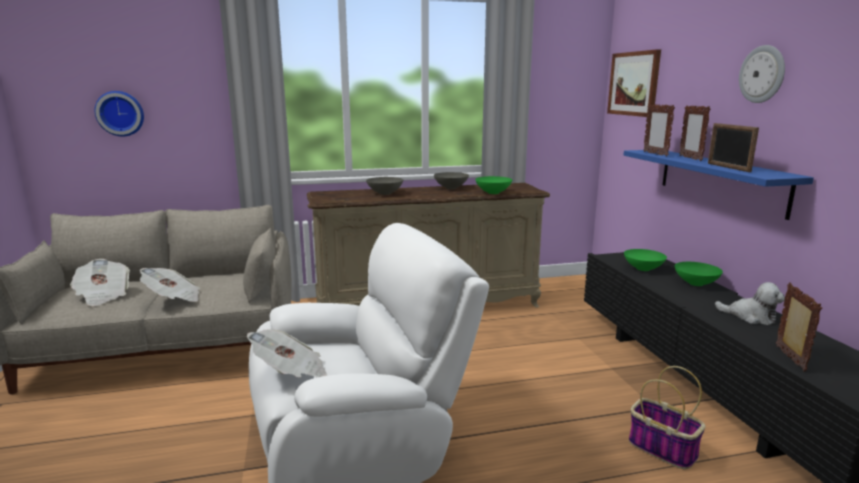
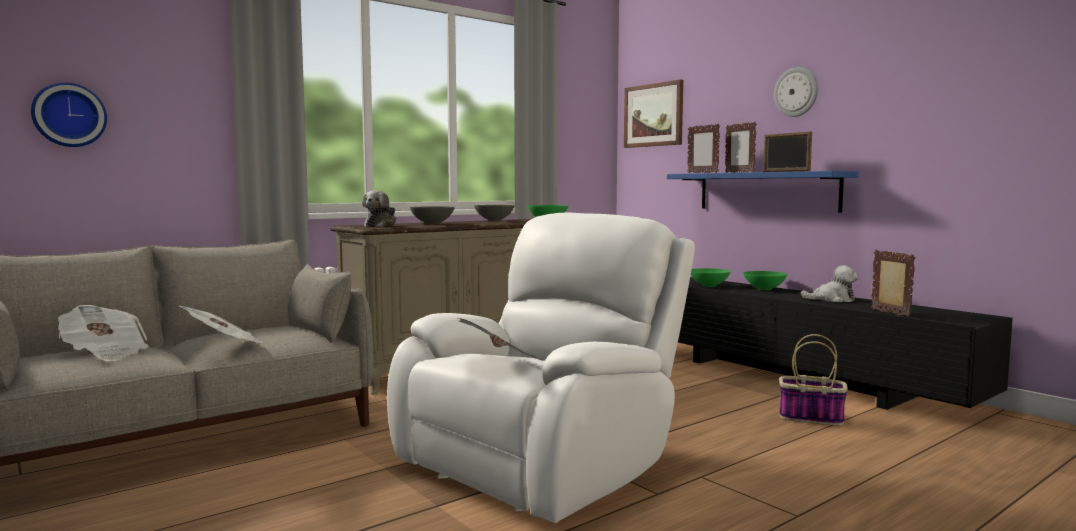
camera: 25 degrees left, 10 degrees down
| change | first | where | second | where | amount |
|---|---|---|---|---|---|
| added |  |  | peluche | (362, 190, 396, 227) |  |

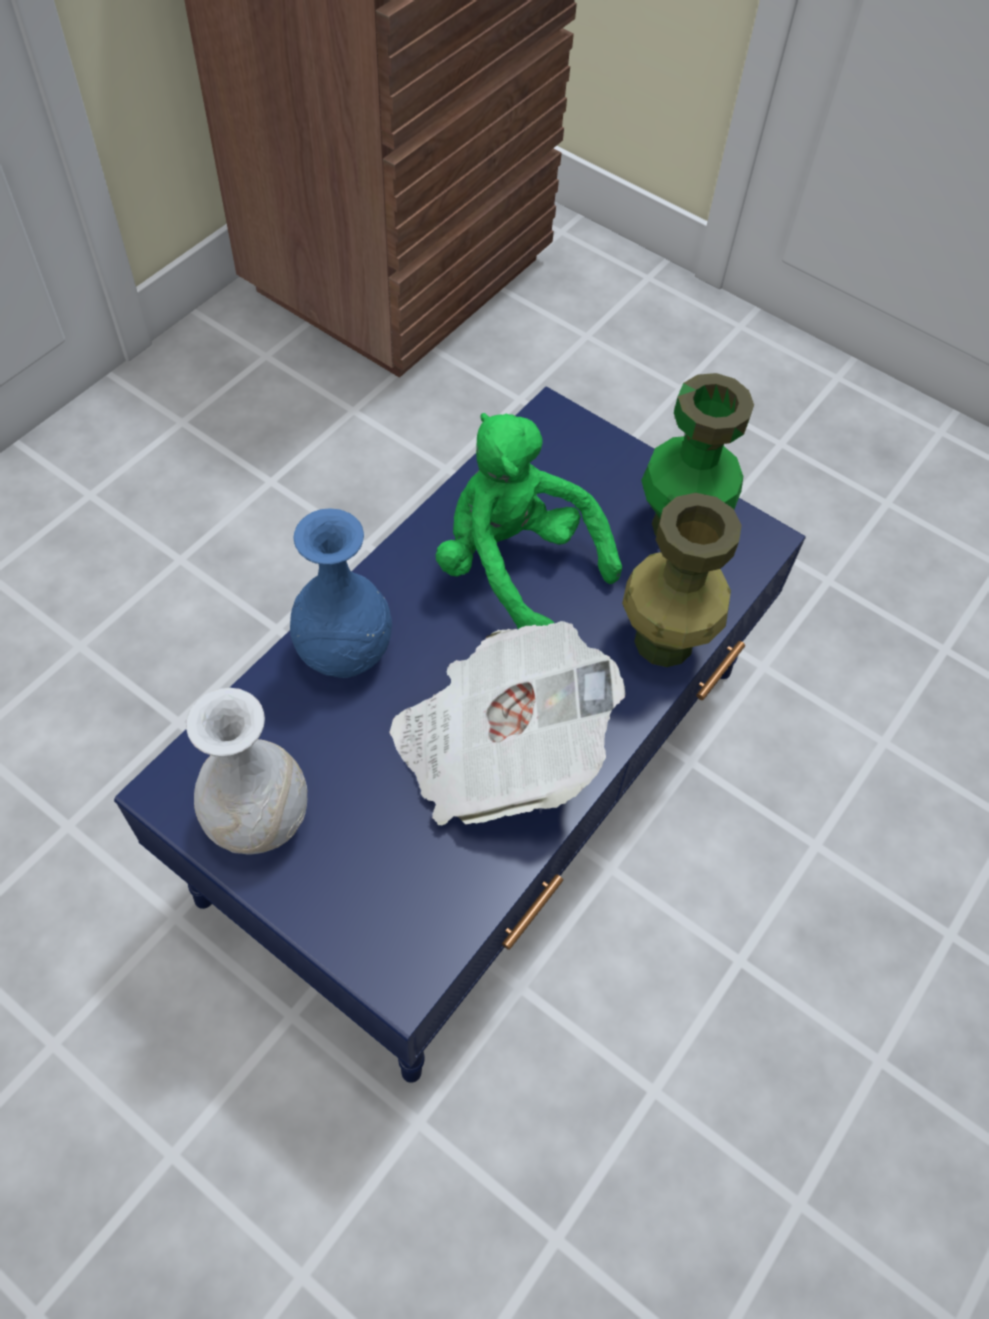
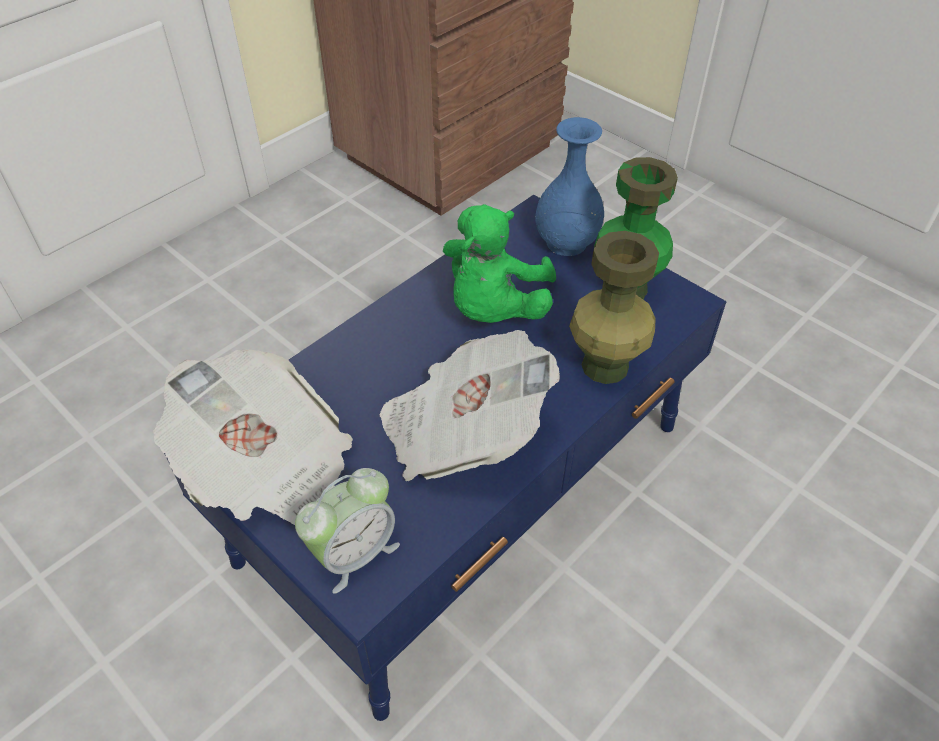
camera: 10 degrees right, 10 degrees down
| change | first | where | second | where | amount |
|---|---|---|---|---|---|
| replaced | florero (blanco) | (186, 688, 308, 854) | periódico | (153, 350, 353, 525) |  |
| moved | florero (azul) | (290, 508, 392, 678) |  | (535, 117, 604, 256) |  |
| turned | peluche (verde) | (436, 413, 622, 629) |  | (443, 204, 556, 323) | 120 degrees counterclockwise |
| added |  |  | despertador | (295, 468, 400, 594) |  |

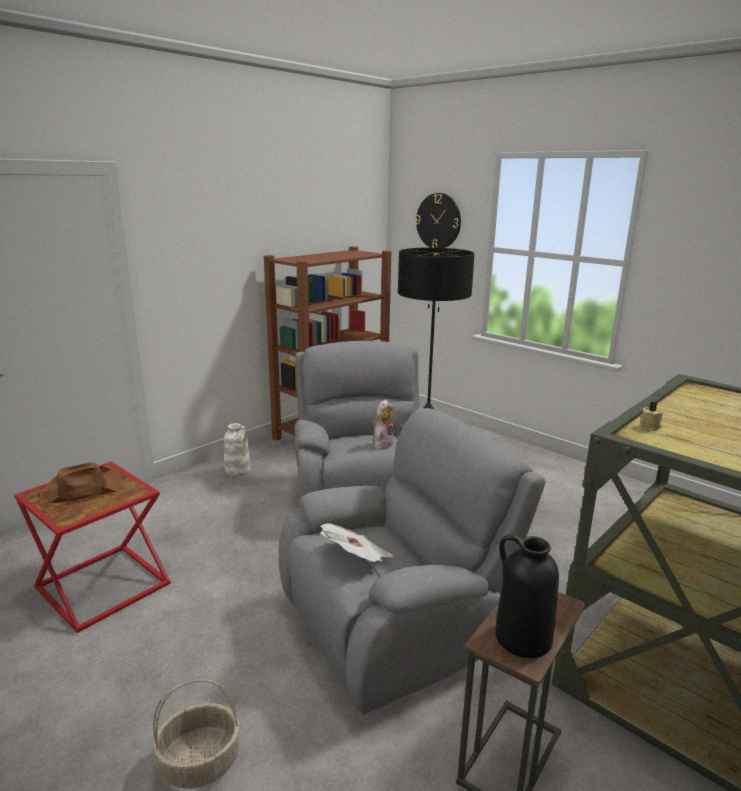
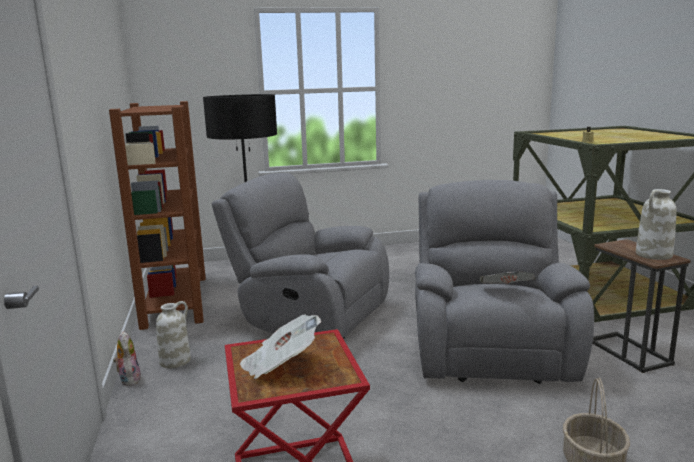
camera: 55 degrees left, 5 degrees down
| change | first | where | second | where | amount |
|---|---|---|---|---|---|
| replaced | sombrero (marrón) | (39, 462, 123, 503) | periódico | (240, 314, 321, 379) |  |
| moved | peluche | (373, 399, 394, 450) |  | (113, 331, 141, 386) |  |
| removed | reloj de pared | (415, 193, 461, 248) |  |  |  |
| recoloured | florero (negro) | (495, 534, 559, 658) | florero (blanco) | (636, 189, 677, 260) |  |

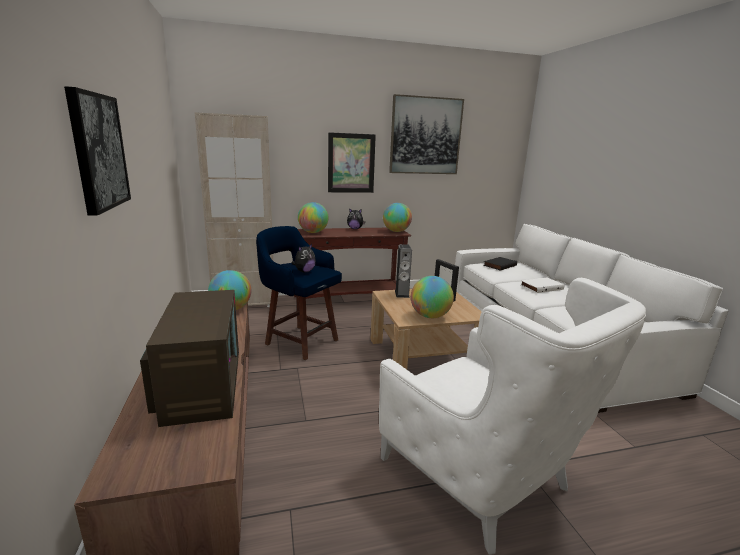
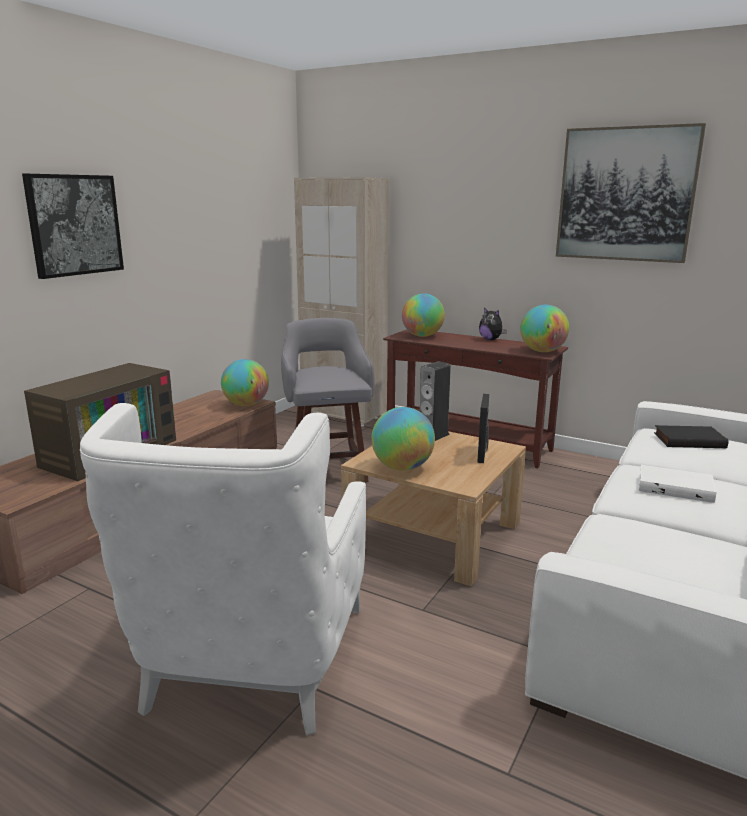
camera: 45 degrees right, 0 degrees up
| change | first | where | second | where | amount |
|---|---|---|---|---|---|
| recoloured | taburete (azul) | (256, 226, 342, 360) | taburete (gris) | (281, 318, 375, 482) |  |
| removed | peluche | (292, 244, 316, 273) |  |  |  |
| removed | cuadro | (328, 132, 376, 193) |  |  |  |

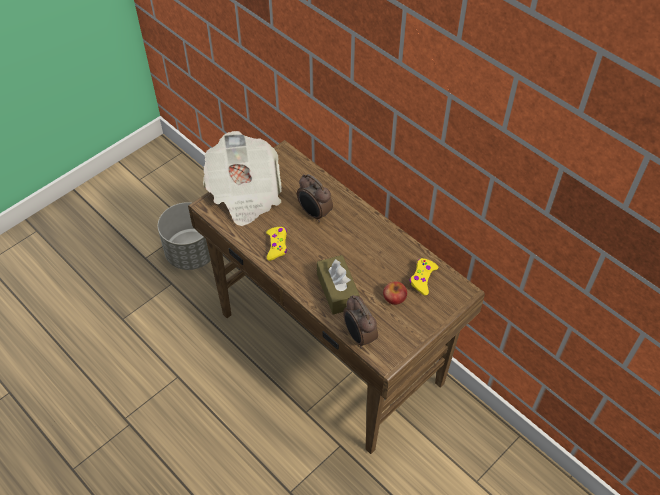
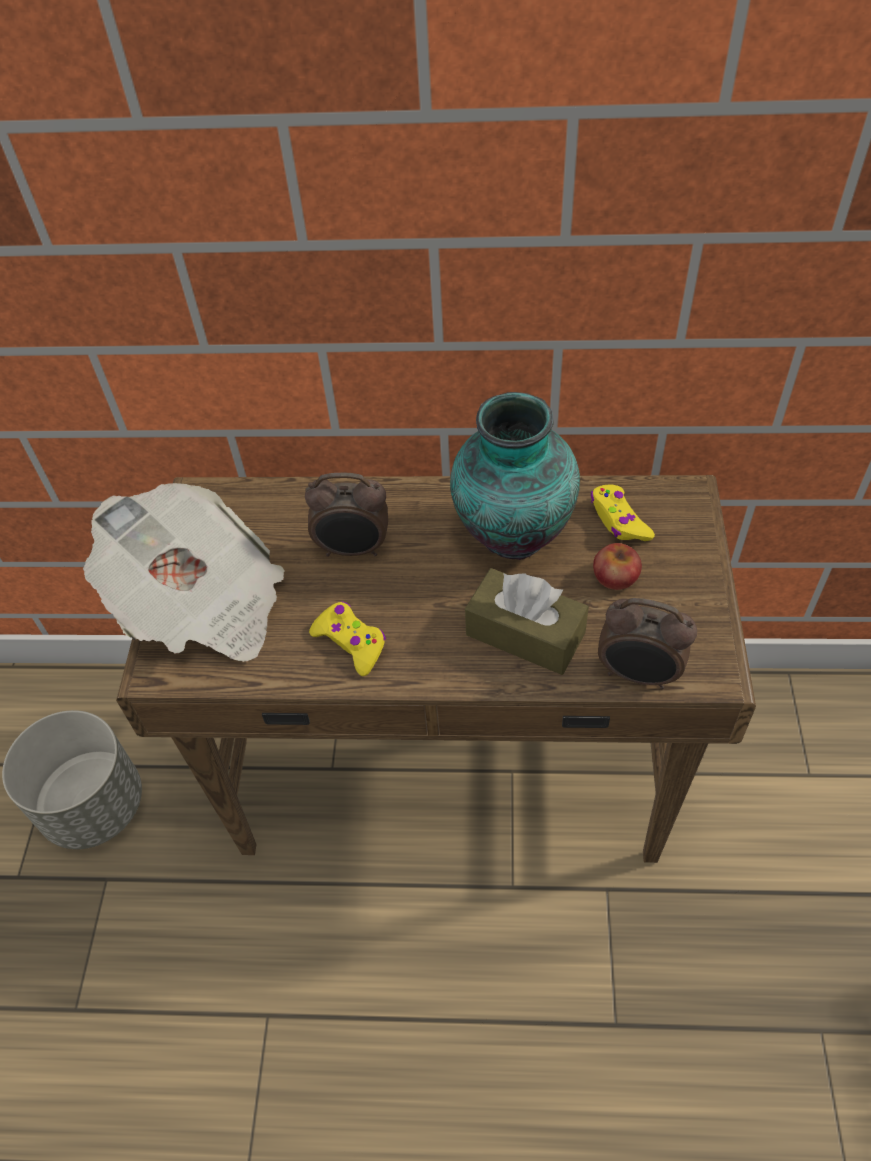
camera: 40 degrees left, 0 degrees up
| change | first | where | second | where | amount |
|---|---|---|---|---|---|
| added |  |  | florero | (450, 392, 580, 560) |  |

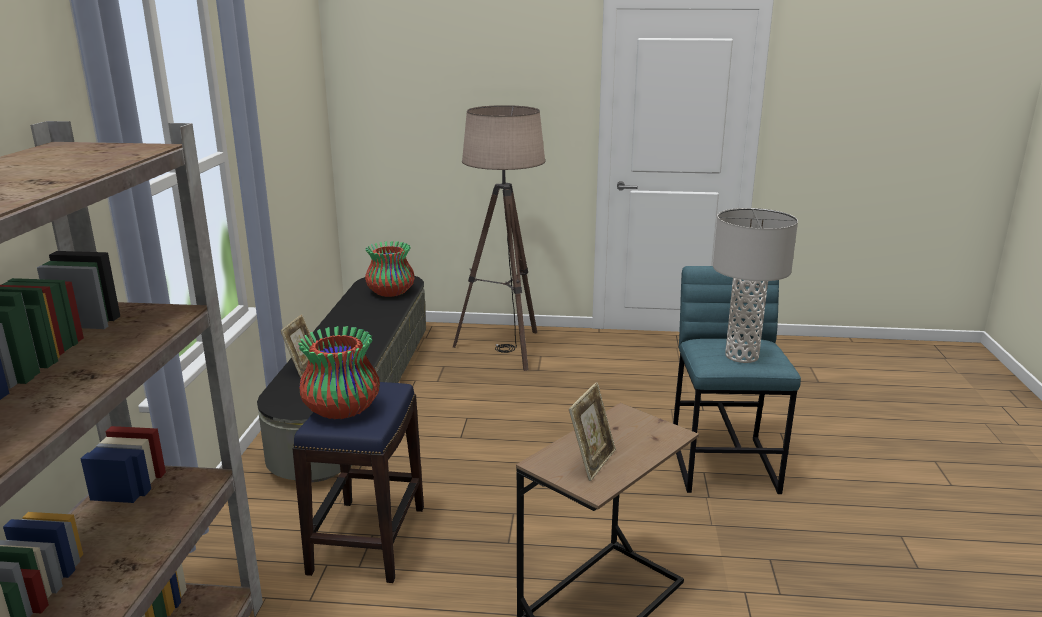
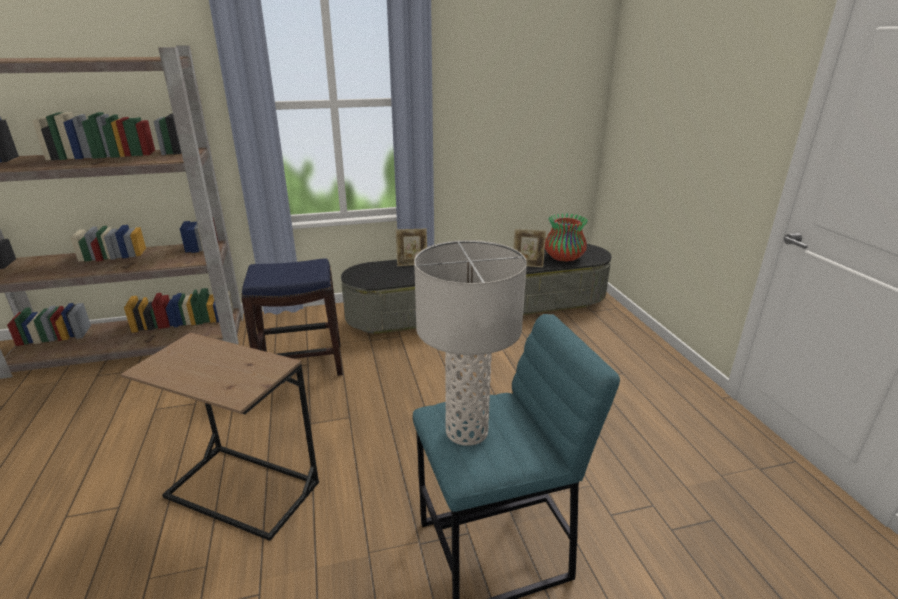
camera: 70 degrees right, 5 degrees up
| change | first | where | second | where | amount |
|---|---|---|---|---|---|
| removed | florero | (298, 326, 380, 419) |  |  |  |
| removed | lámpara de pie | (453, 105, 545, 371) |  |  |  |
| moved | portarretratos | (569, 382, 616, 481) |  | (513, 229, 546, 267) |  |

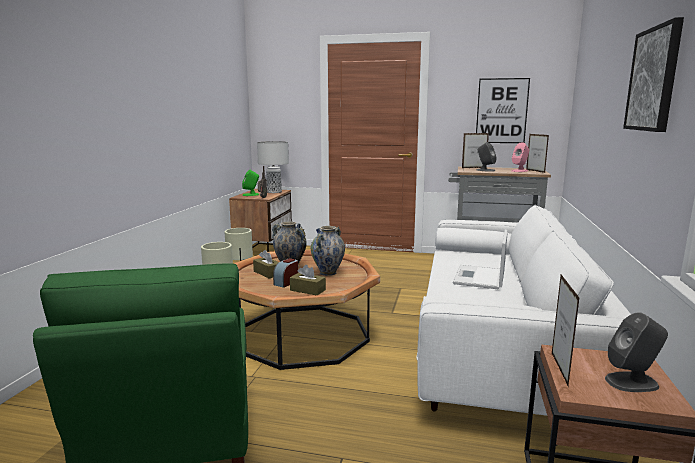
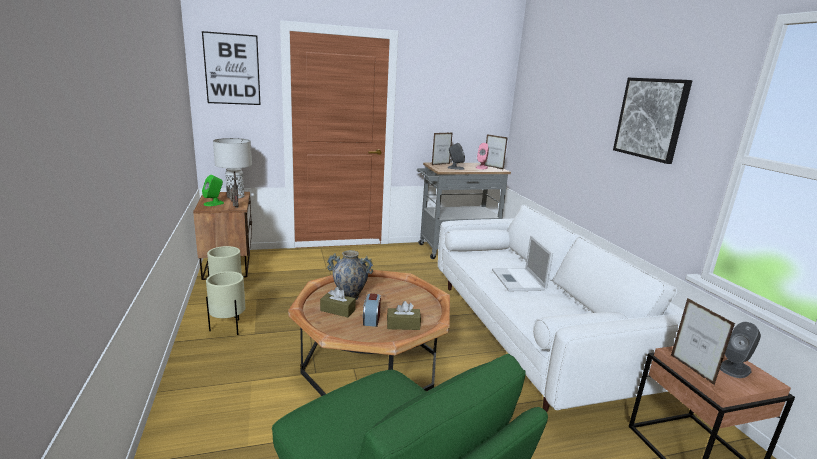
camera: 30 degrees left, 5 degrees up
| change | first | where | second | where | amount |
|---|---|---|---|---|---|
| removed | florero | (311, 226, 345, 276) |  |  |  |
| moved | cuadro | (476, 78, 530, 143) |  | (202, 31, 261, 105) |  |

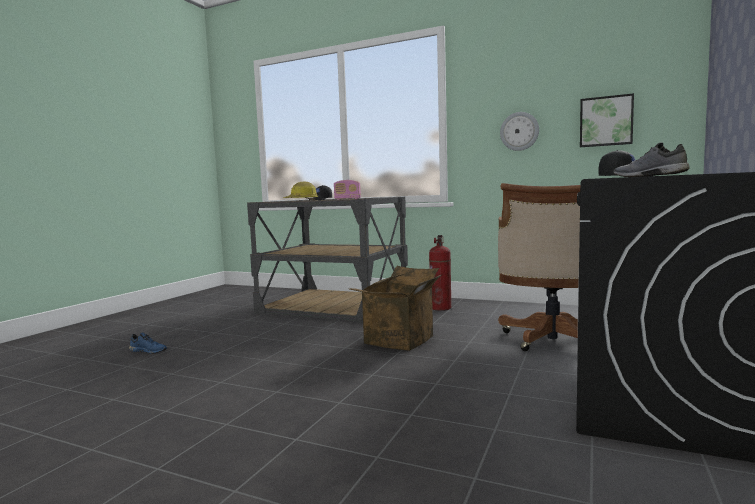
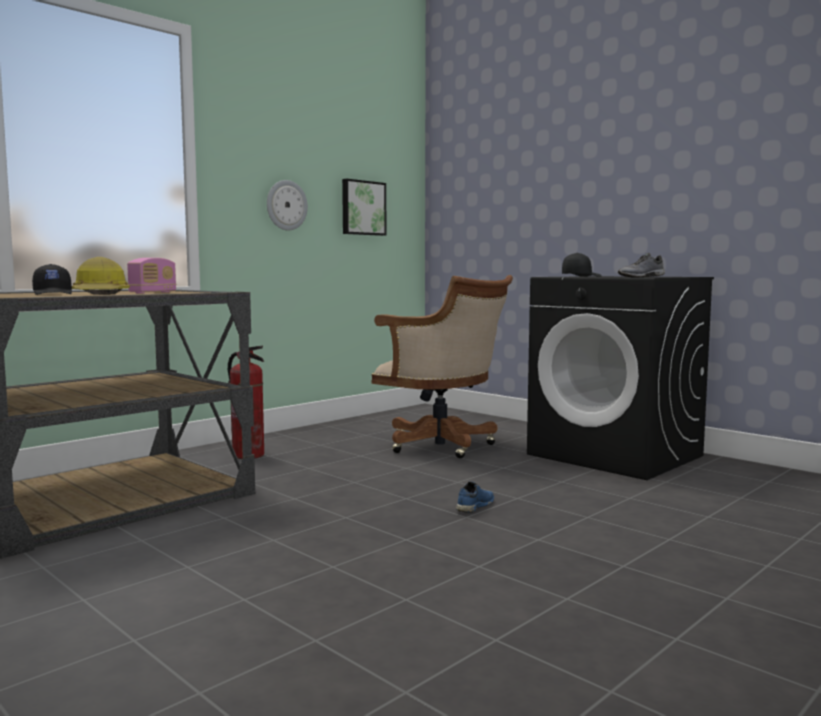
camera: 70 degrees left, 0 degrees up
| change | first | where | second | where | amount |
|---|---|---|---|---|---|
| moved | zapato (azul) | (129, 333, 167, 354) |  | (456, 482, 494, 513) |  |
| removed | caja de cartón | (350, 266, 442, 351) |  |  |  |

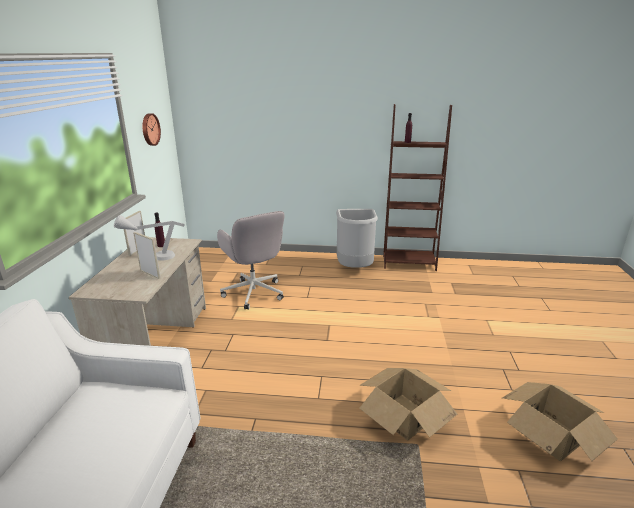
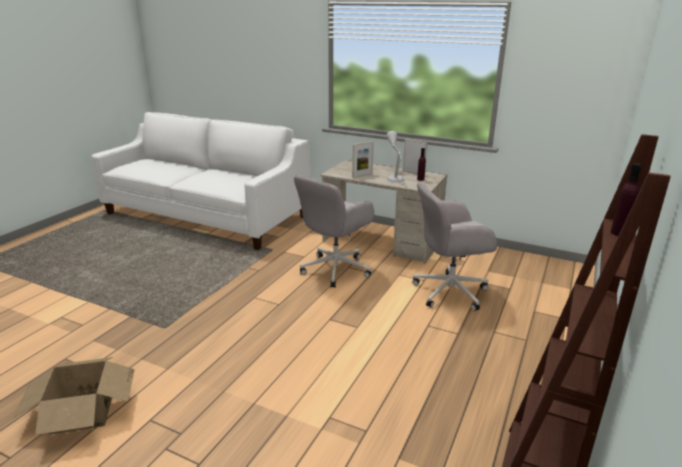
camera: 110 degrees right, 0 degrees up
| change | first | where | second | where | amount |
|---|---|---|---|---|---|
| removed | reloj de pared | (143, 113, 161, 146) |  |  |  |
| removed | papelera (gris) | (336, 209, 378, 268) |  |  |  |
| removed | caja de cartón | (359, 368, 457, 440) |  |  |  |
| added |  |  | silla de oficina (gris) | (294, 175, 374, 288) |  |

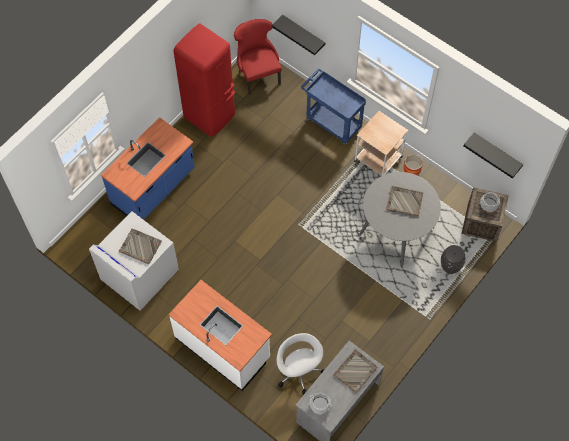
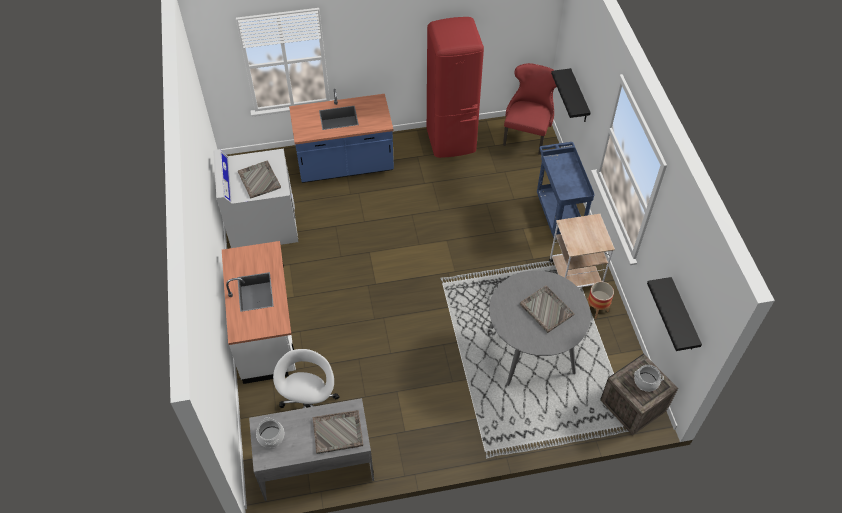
camera: 40 degrees right, 10 degrees down
| change | first | where | second | where | amount |
|---|---|---|---|---|---|
| removed | taburete (gris) | (441, 245, 465, 274) |  |  |  |

